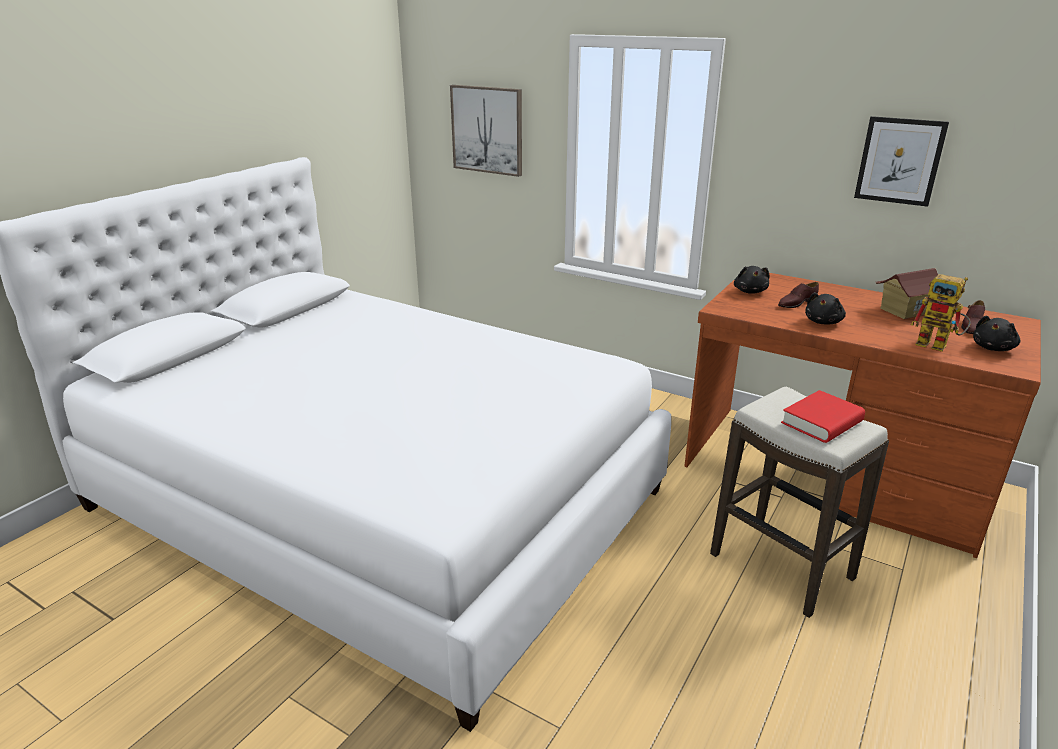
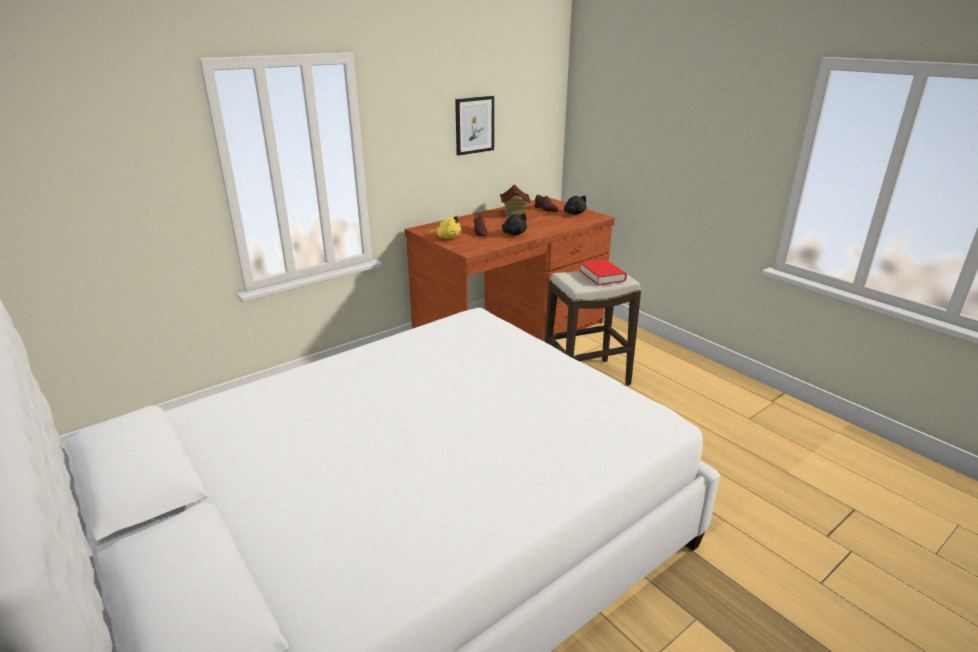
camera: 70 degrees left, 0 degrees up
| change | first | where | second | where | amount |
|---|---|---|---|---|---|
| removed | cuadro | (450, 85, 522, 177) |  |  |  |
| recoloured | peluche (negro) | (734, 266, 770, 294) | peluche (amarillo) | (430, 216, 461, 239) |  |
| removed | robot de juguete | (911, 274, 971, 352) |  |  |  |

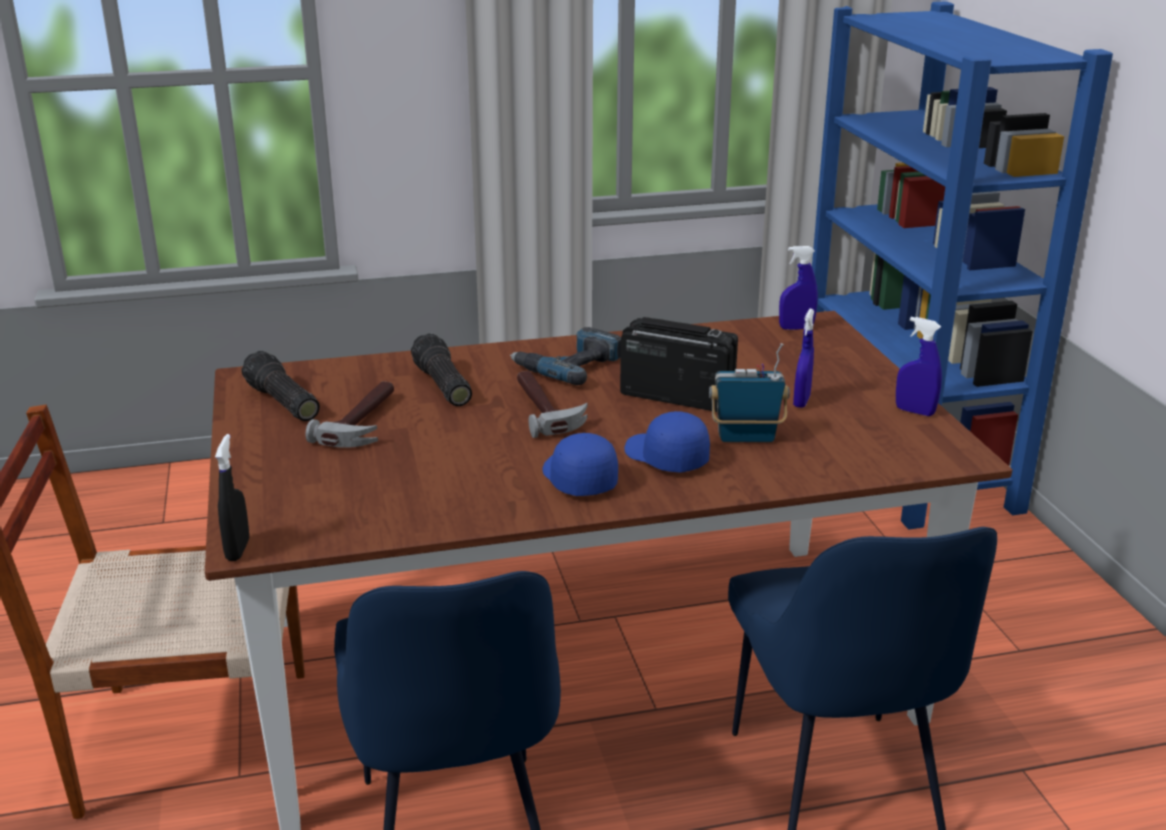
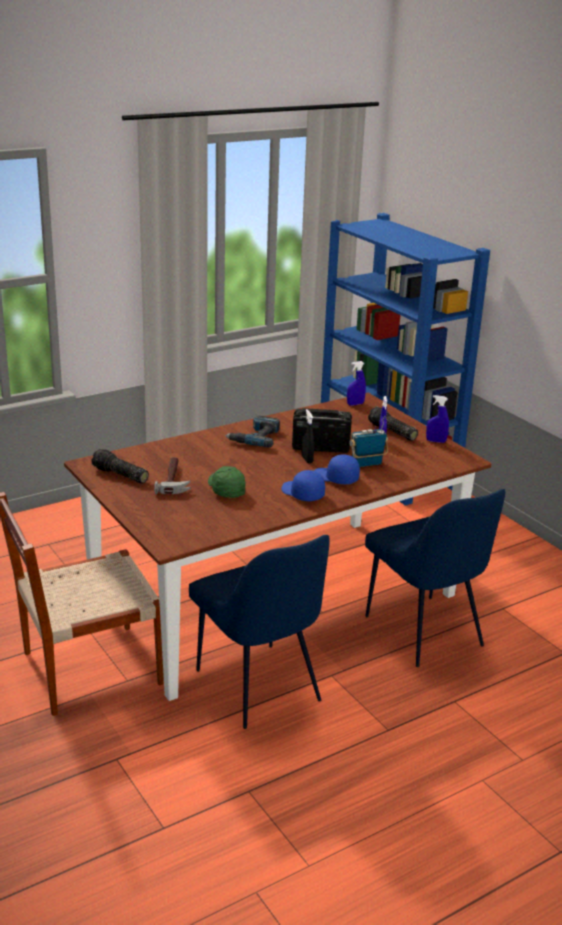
camera: 20 degrees left, 0 degrees up
| change | first | where | second | where | amount |
|---|---|---|---|---|---|
| moved | pulverizador (negro) | (215, 434, 249, 561) |  | (302, 409, 314, 463) |  |
| moved | linterna | (411, 333, 472, 406) |  | (368, 406, 418, 441) |  |
| removed | martillo | (517, 371, 587, 438) |  |  |  |
| added |  |  | gorra (verde) | (208, 466, 246, 498) |  |

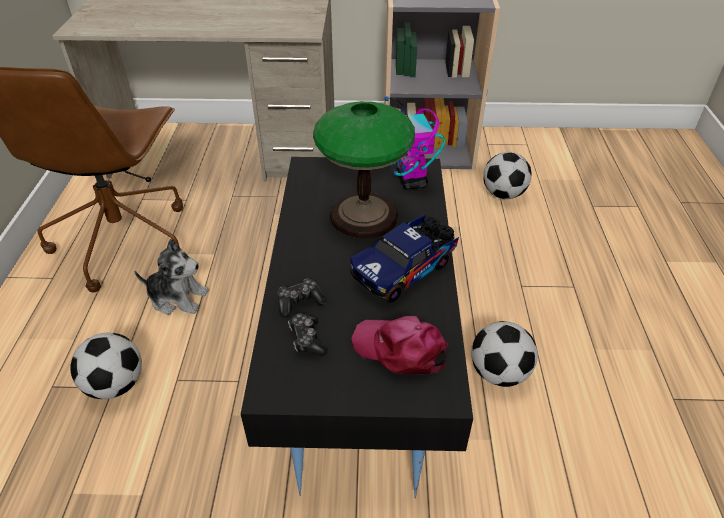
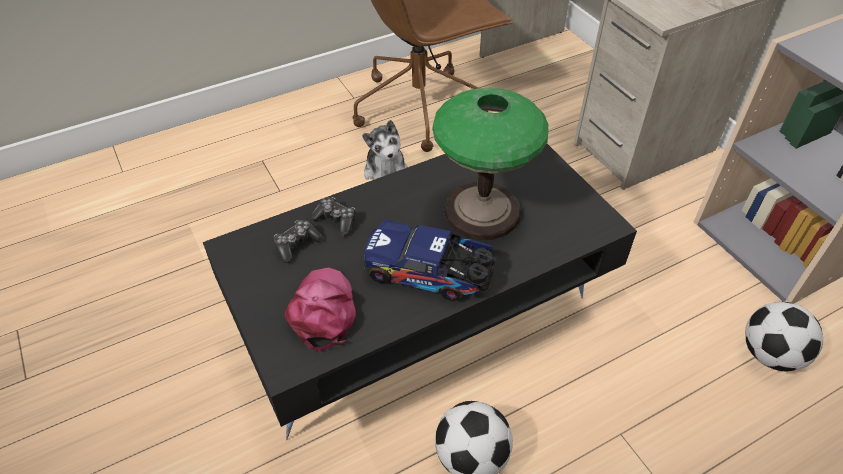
camera: 60 degrees right, 5 degrees up
| change | first | where | second | where | amount |
|---|---|---|---|---|---|
| removed | balón de fútbol | (70, 333, 142, 399) |  |  |  |
| removed | robot de juguete | (385, 96, 445, 189) |  |  |  |

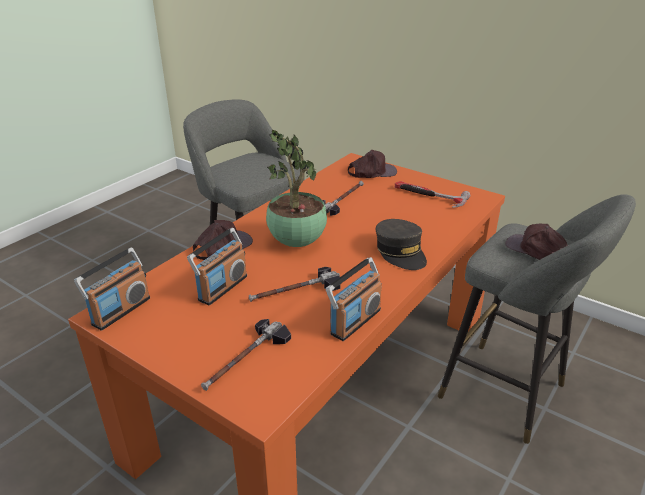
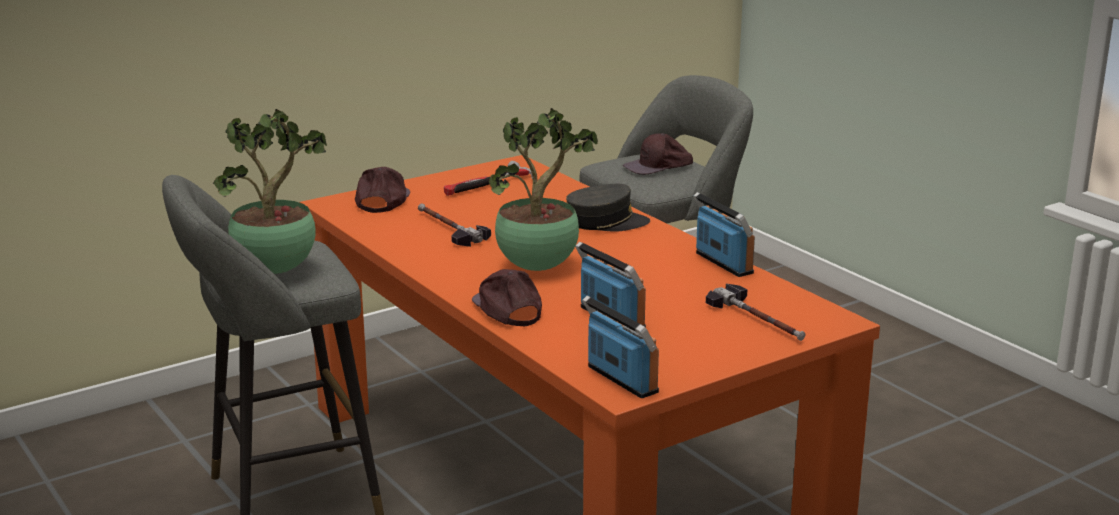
camera: 70 degrees left, 10 degrees down
| change | first | where | second | where | amount |
|---|---|---|---|---|---|
| removed | martillo | (249, 267, 340, 302) |  |  |  |
| added |  |  | planta en maceta | (213, 109, 327, 274) |  |

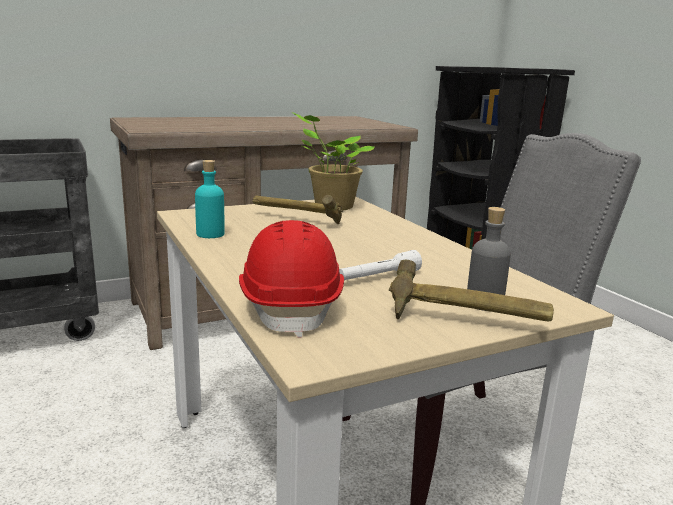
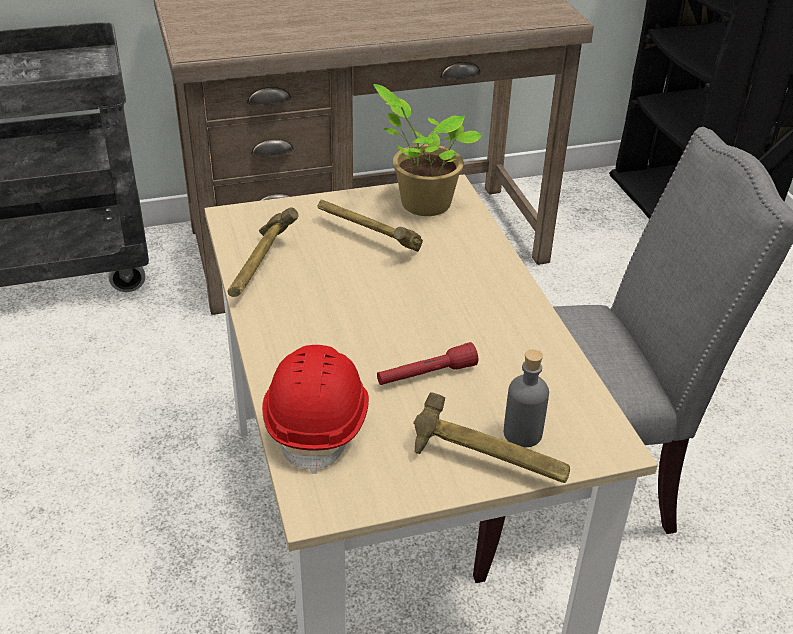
camera: 10 degrees right, 20 degrees up
| change | first | where | second | where | amount |
|---|---|---|---|---|---|
| replaced | botella (turquesa) | (195, 160, 225, 238) | martillo | (228, 207, 298, 297) |  |
| recoloured | linterna (blanco) | (339, 250, 422, 280) | linterna (rojo) | (377, 342, 478, 385) |  |

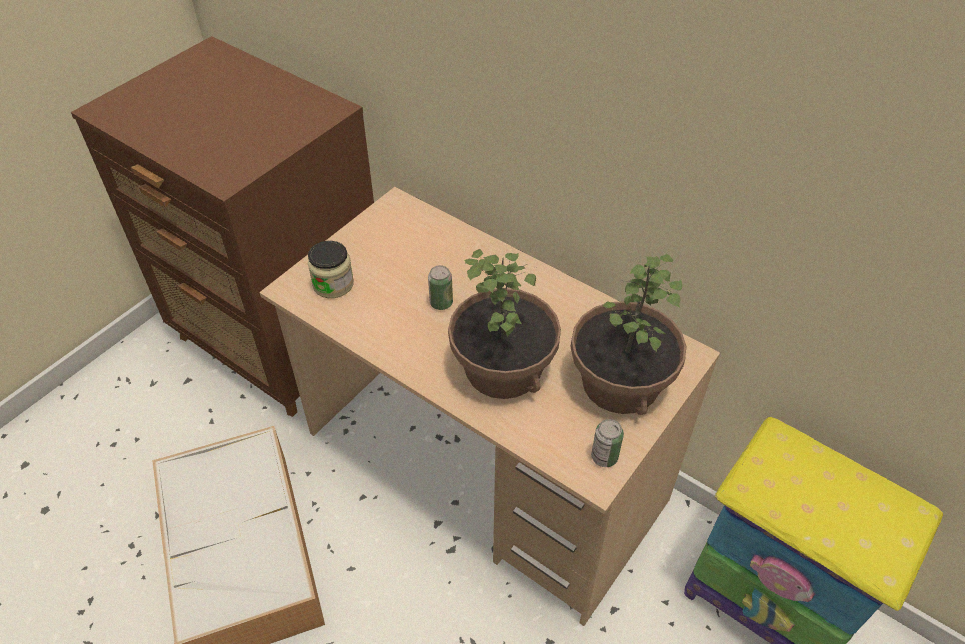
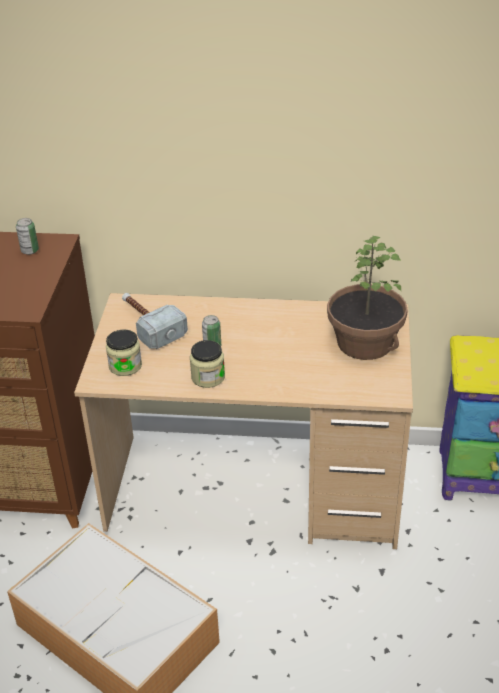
camera: 30 degrees left, 10 degrees down
| change | first | where | second | where | amount |
|---|---|---|---|---|---|
| removed | planta en maceta | (448, 249, 561, 399) |  |  |  |
| moved | lata | (591, 419, 624, 467) |  | (16, 218, 39, 255) |  |
| added |  |  | martillo | (122, 293, 188, 349) |  |
| added |  |  | tarro | (190, 340, 225, 388) |  |

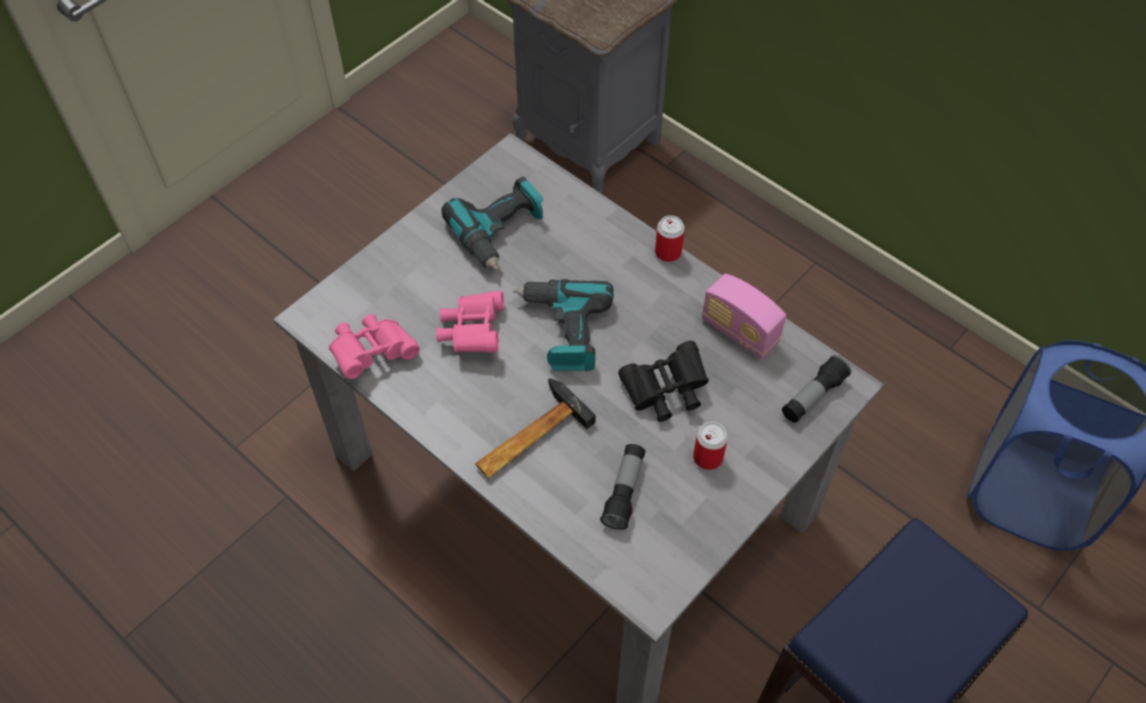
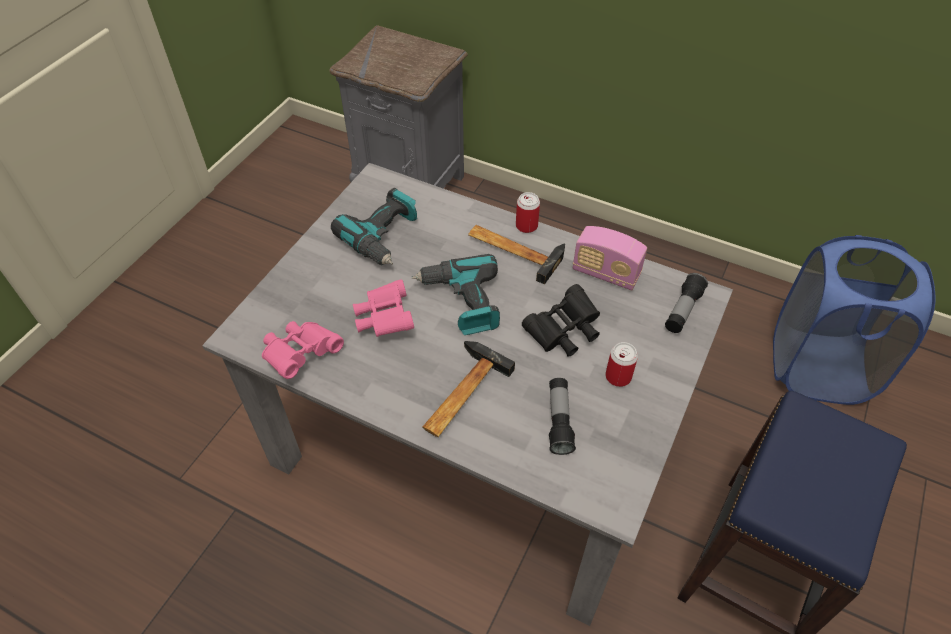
camera: 15 degrees left, 5 degrees down
| change | first | where | second | where | amount |
|---|---|---|---|---|---|
| added |  |  | martillo | (468, 225, 565, 285) |  |

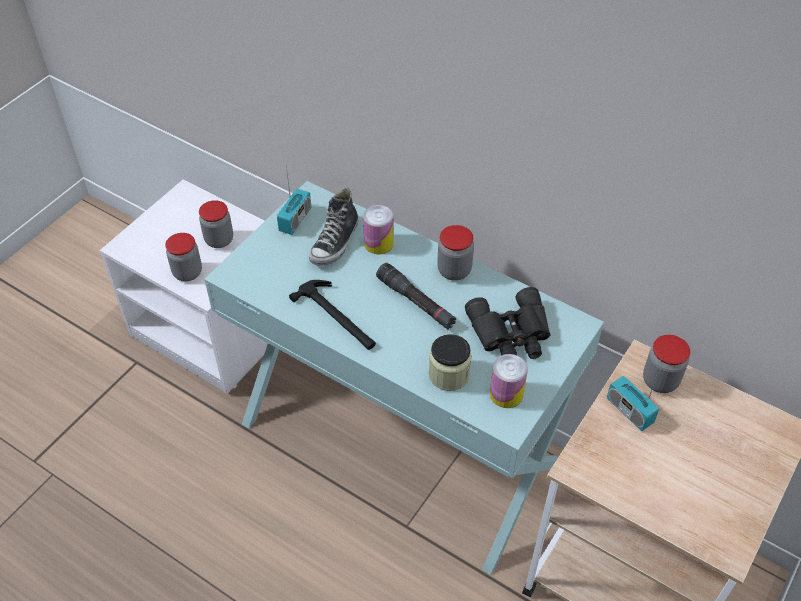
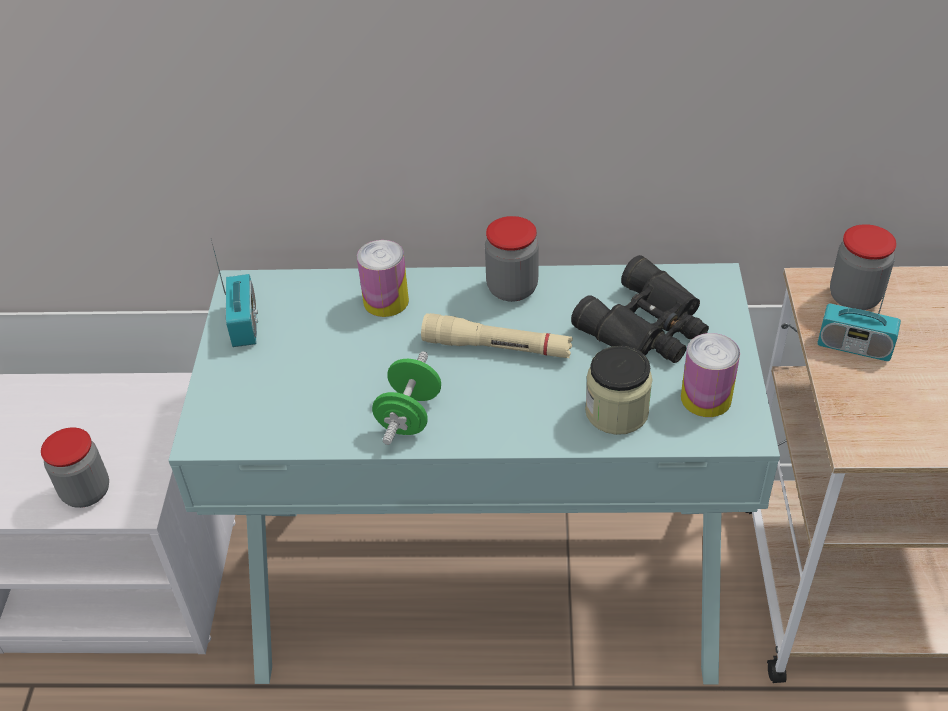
camera: 30 degrees left, 5 degrees down
| change | first | where | second | where | amount |
|---|---|---|---|---|---|
| removed | tarro | (199, 200, 233, 248) |  |  |  |
| replaced | martillo | (289, 280, 376, 350) | mancuerna (verde) | (372, 351, 441, 445) |  |
| removed | zapato | (309, 188, 358, 266) |  |  |  |
| recoloured | linterna (negro) | (376, 263, 456, 329) | linterna (beis) | (421, 313, 573, 358) |  |

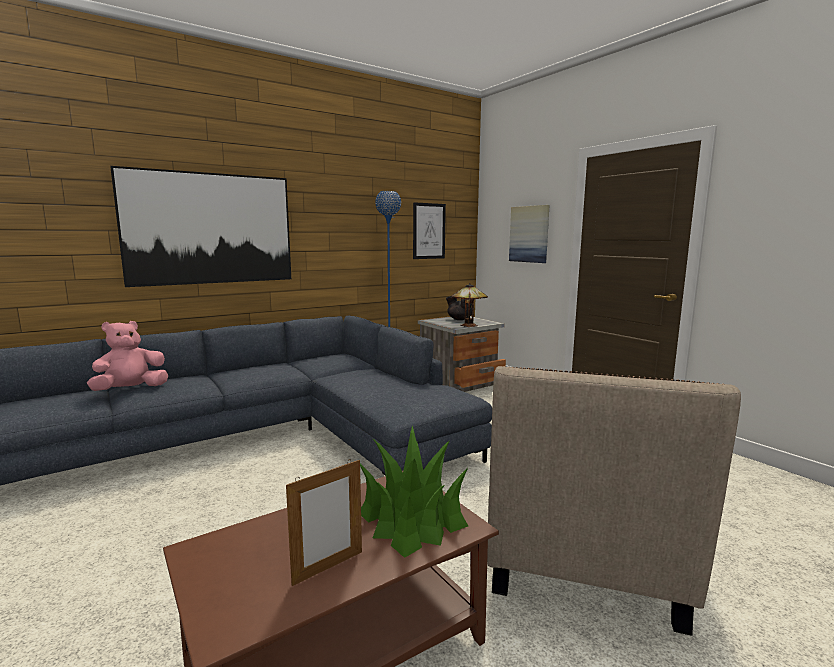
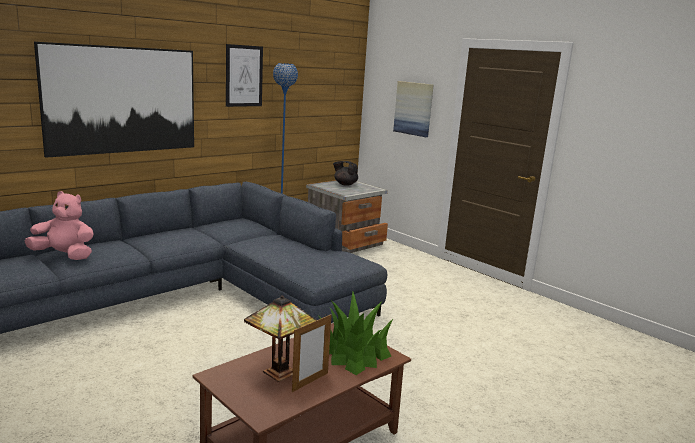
camera: 10 degrees left, 5 degrees up
| change | first | where | second | where | amount |
|---|---|---|---|---|---|
| turned | peluche (rosa) | (87, 321, 168, 391) |  | (24, 191, 94, 260) | 60 degrees clockwise |
| moved | cuadro | (413, 202, 446, 259) |  | (226, 44, 263, 107) |  |
| moved | lámpara de mesa | (451, 283, 488, 327) |  | (244, 295, 316, 382) |  |
| removed | sillón (beis) | (487, 366, 741, 636) |  |  |  |

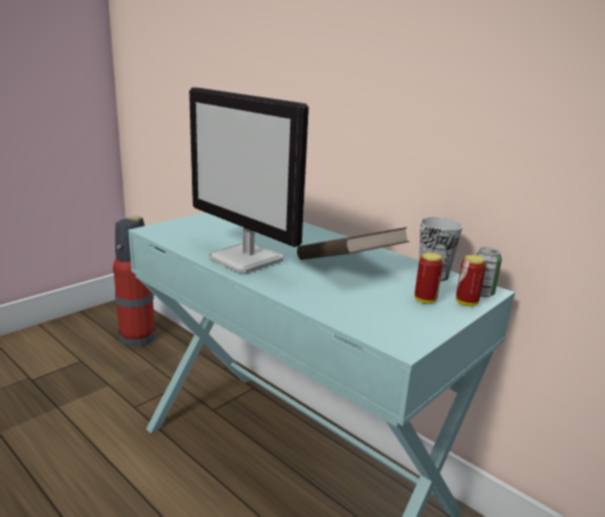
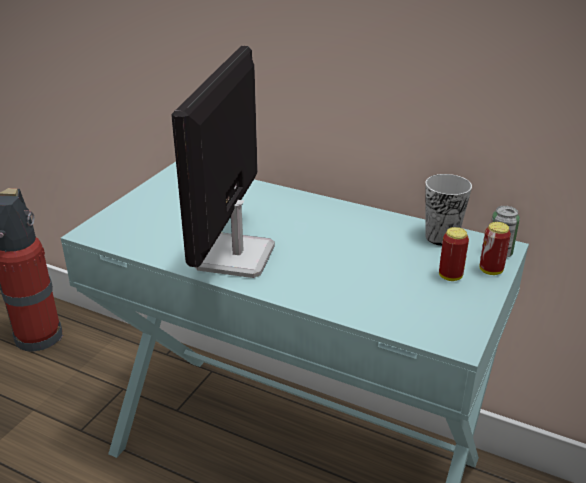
camera: 15 degrees left, 10 degrees up
| change | first | where | second | where | amount |
|---|---|---|---|---|---|
| turned | monitor | (189, 87, 309, 273) |  | (171, 46, 275, 278) | 75 degrees clockwise |
| removed | libro (marrón) | (297, 227, 409, 260) |  |  |  |

